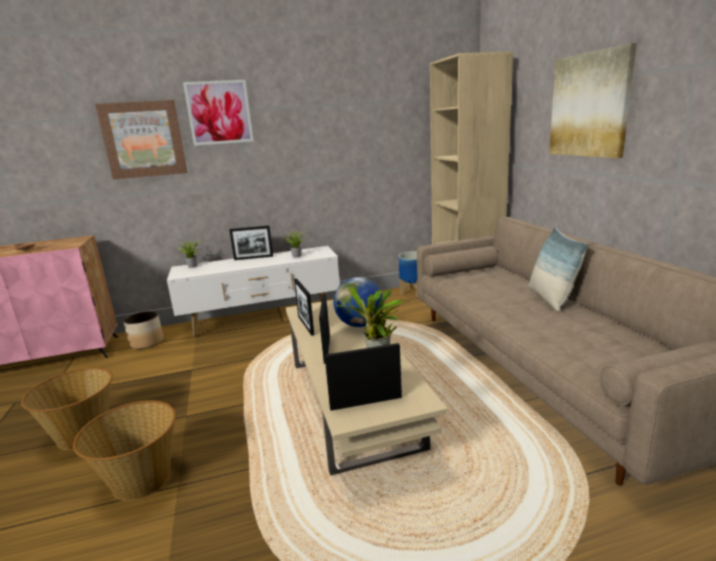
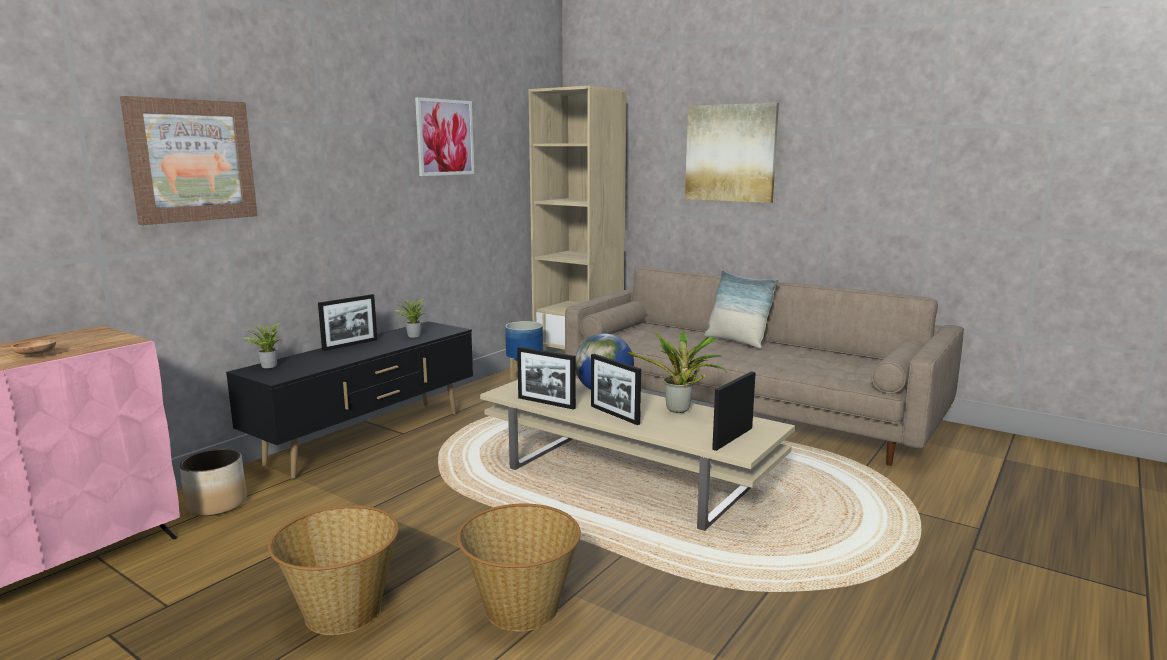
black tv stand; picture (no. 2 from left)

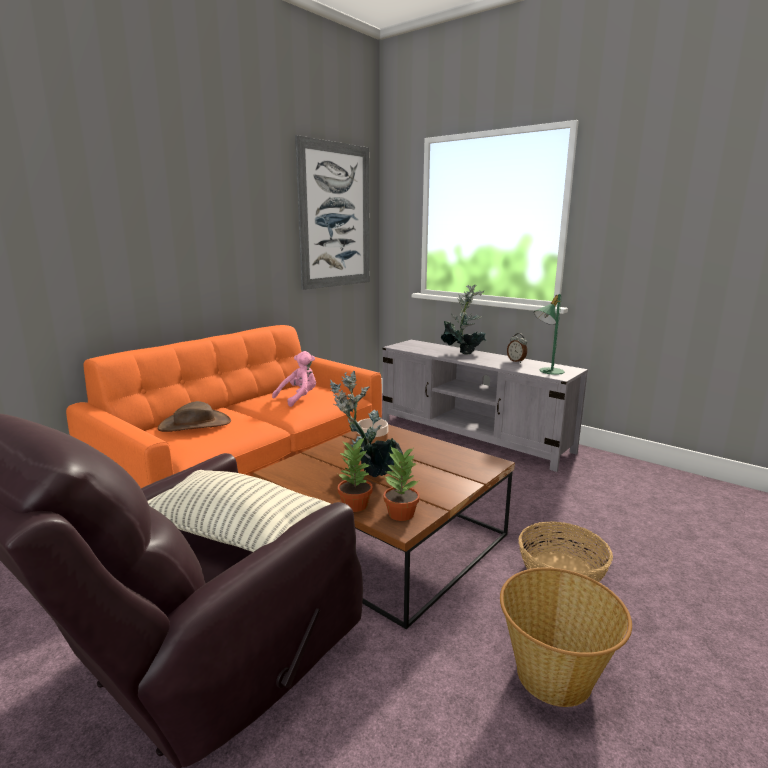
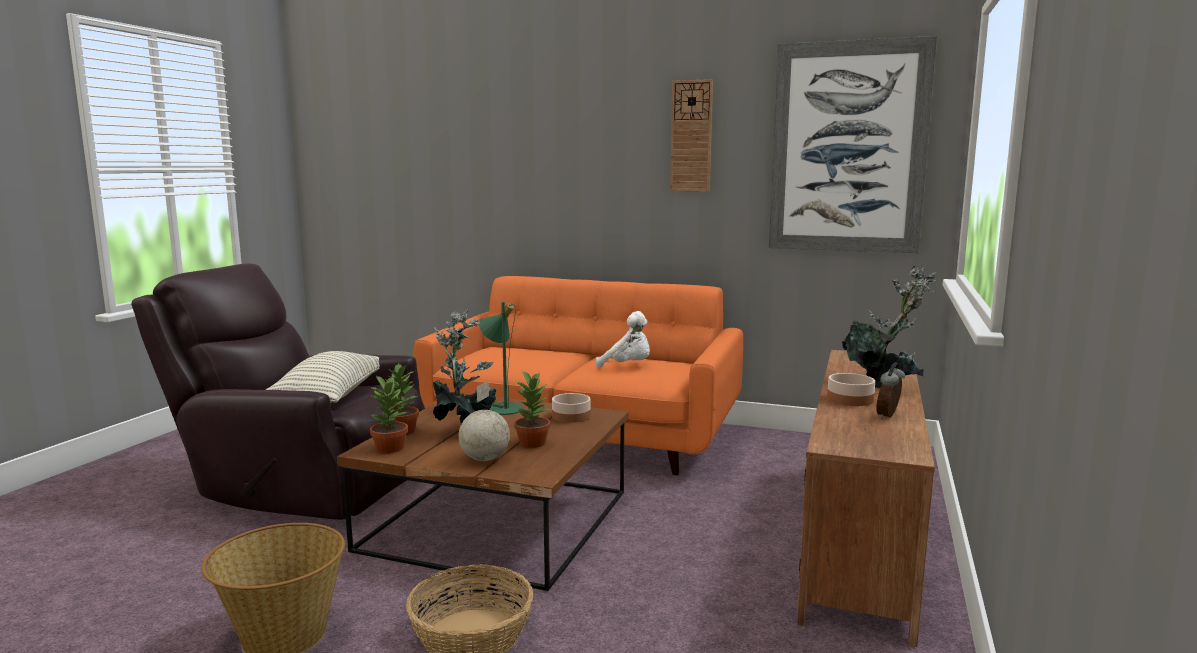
globe; green table lamp; potted plant (no. 4 from left); white plush toy; wall clock; brown tv stand; bowl (no. 2 from left); brown hat

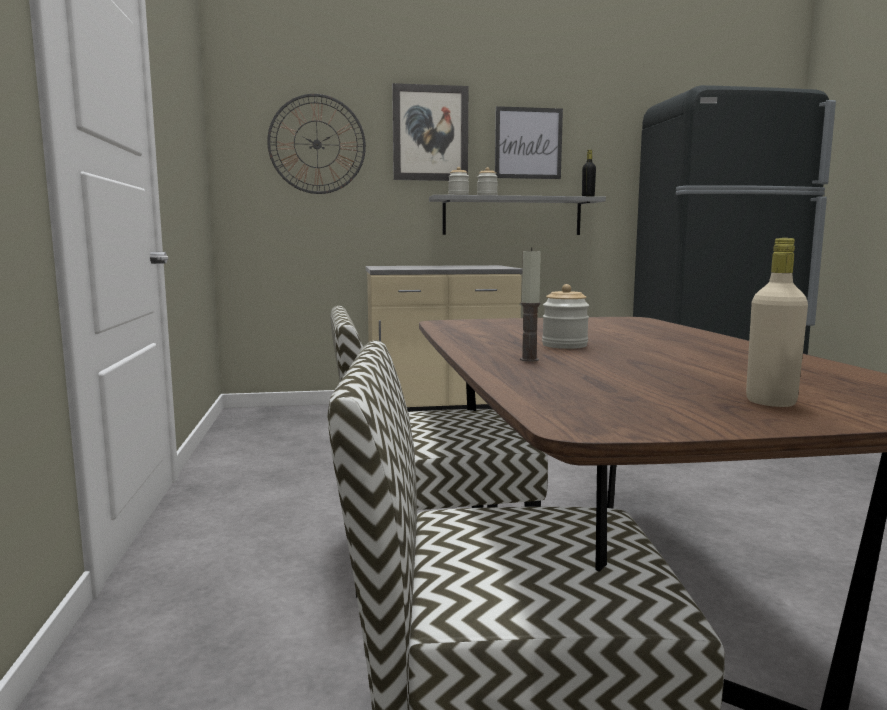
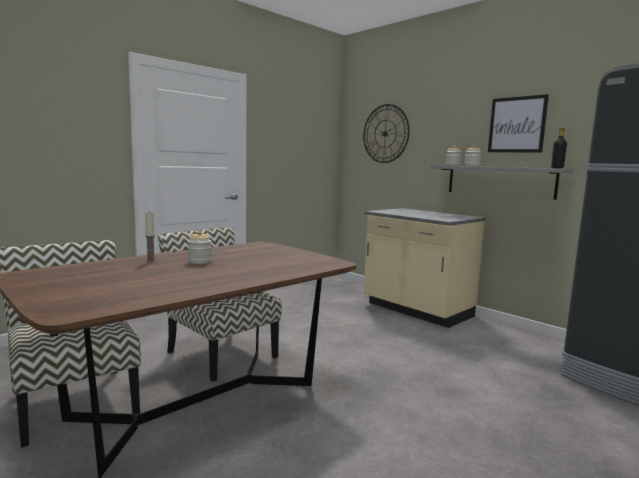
picture (no. 1 from left in the first image); beige bottle

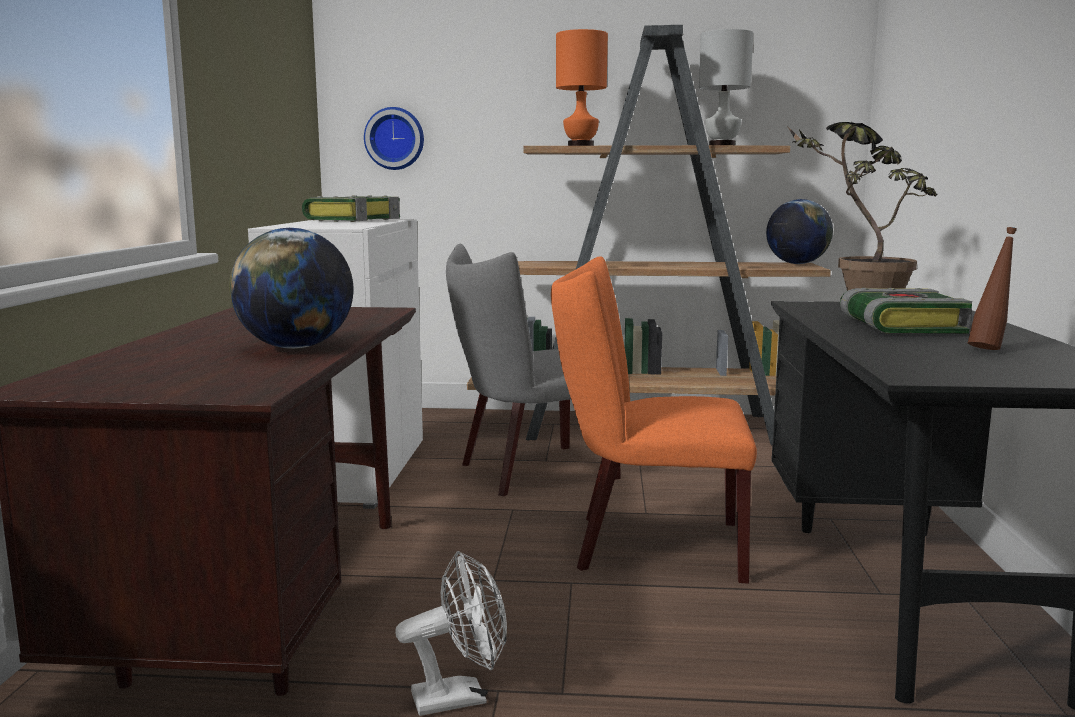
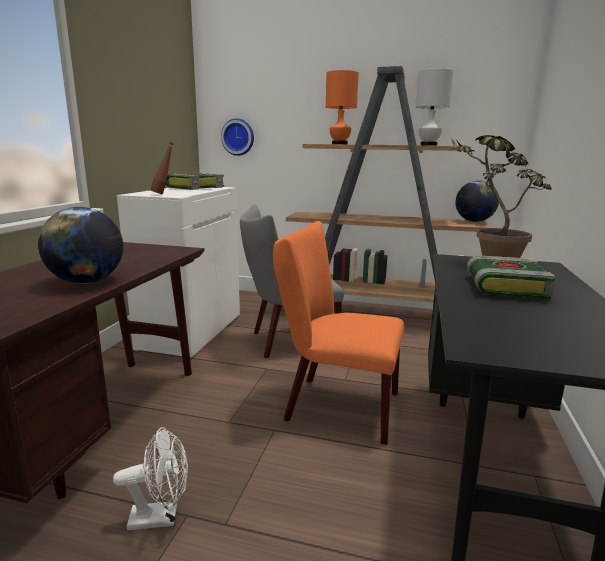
brown bottle

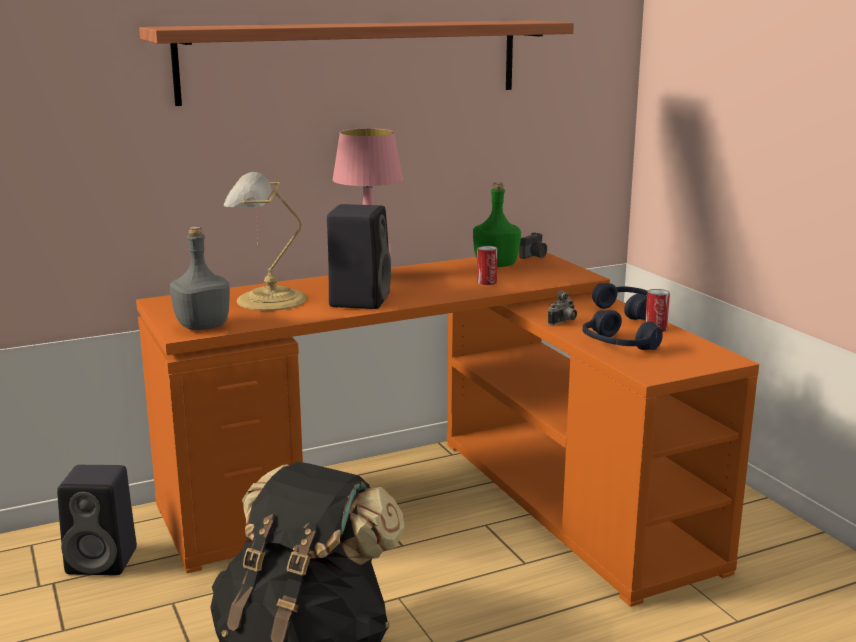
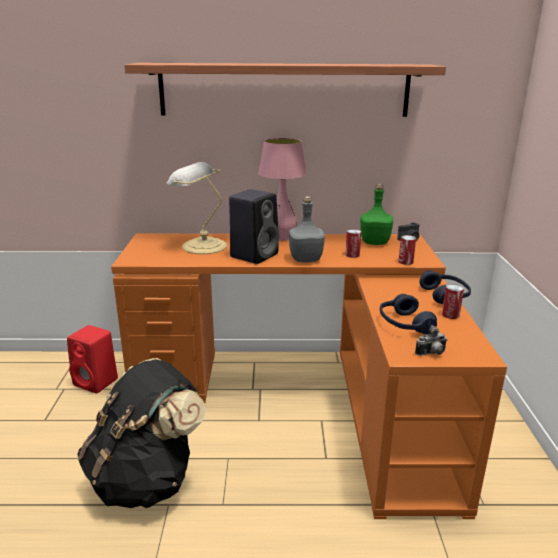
red speaker; grey bottle; can (no. 2 from left); photo camera (no. 2 from left)

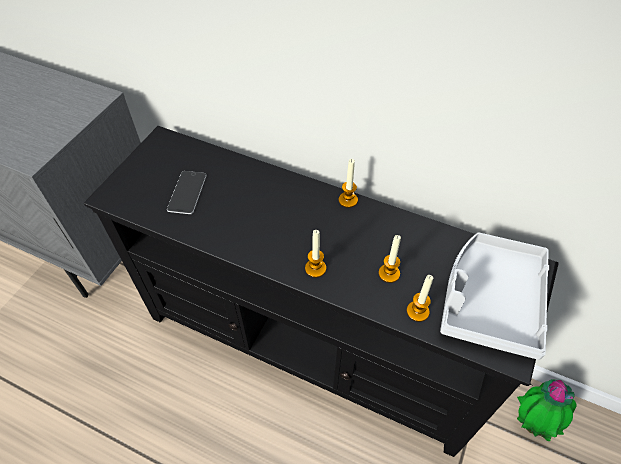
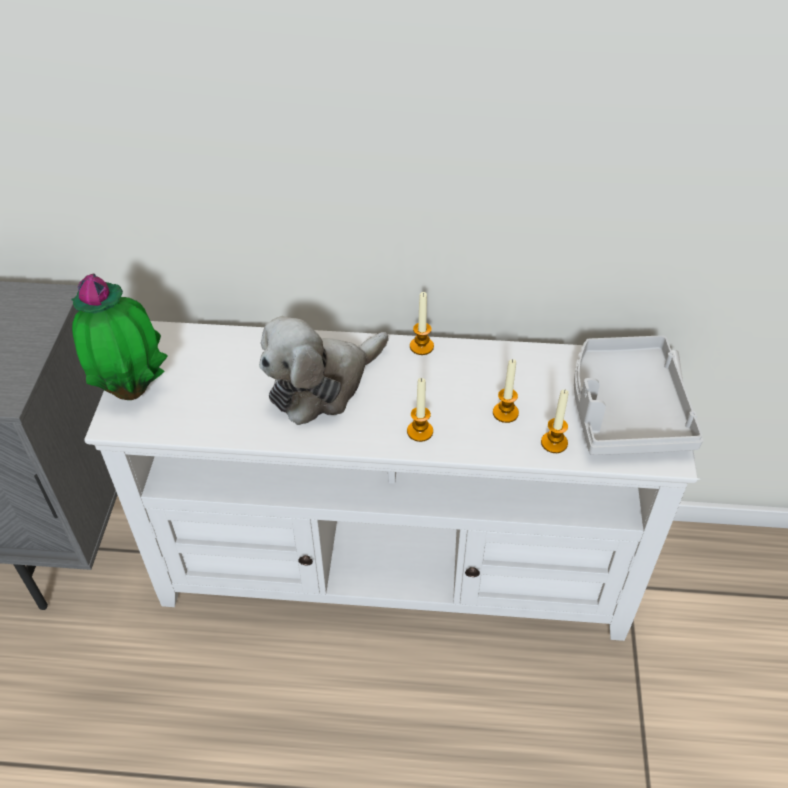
potted plant; white tv stand; plush toy; phone

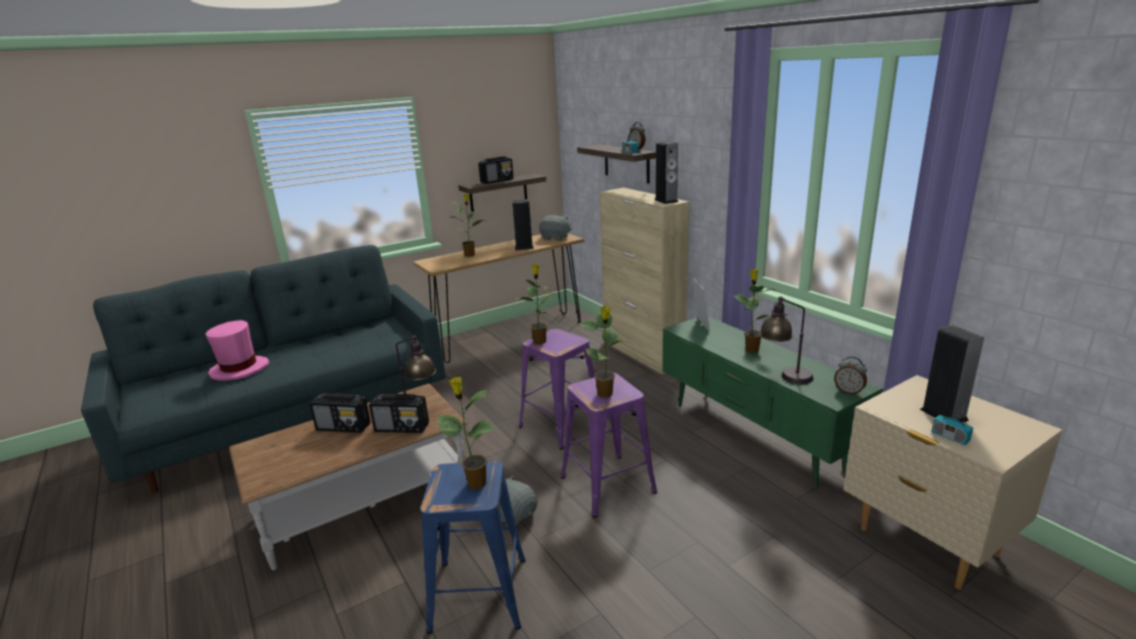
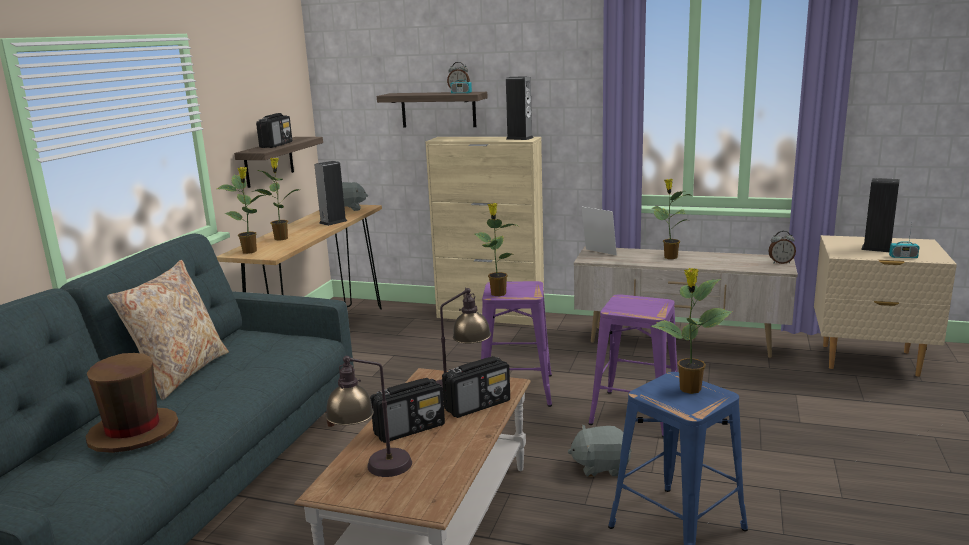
brown hat; beige pillow; potted plant (no. 1 from left); table lamp (no. 1 from left); beige tv stand

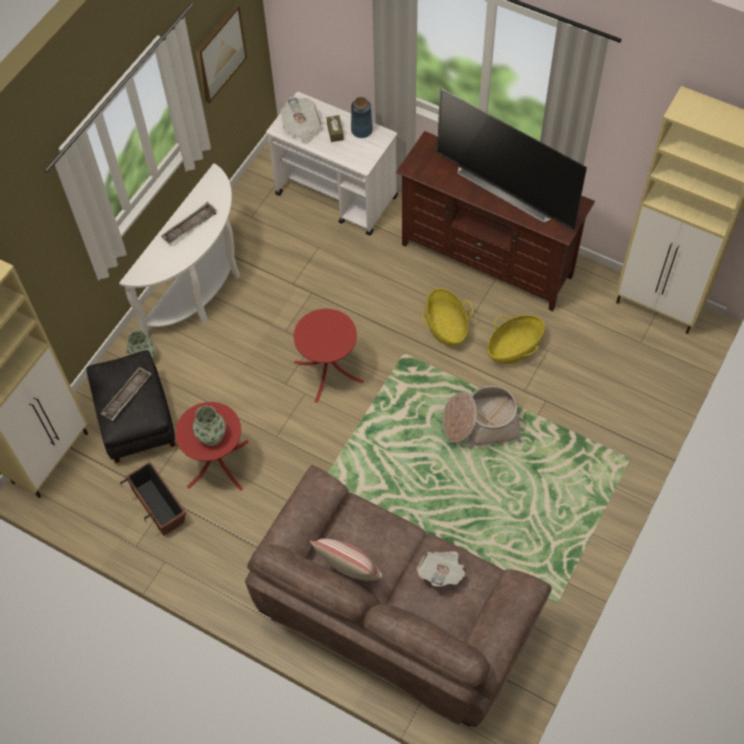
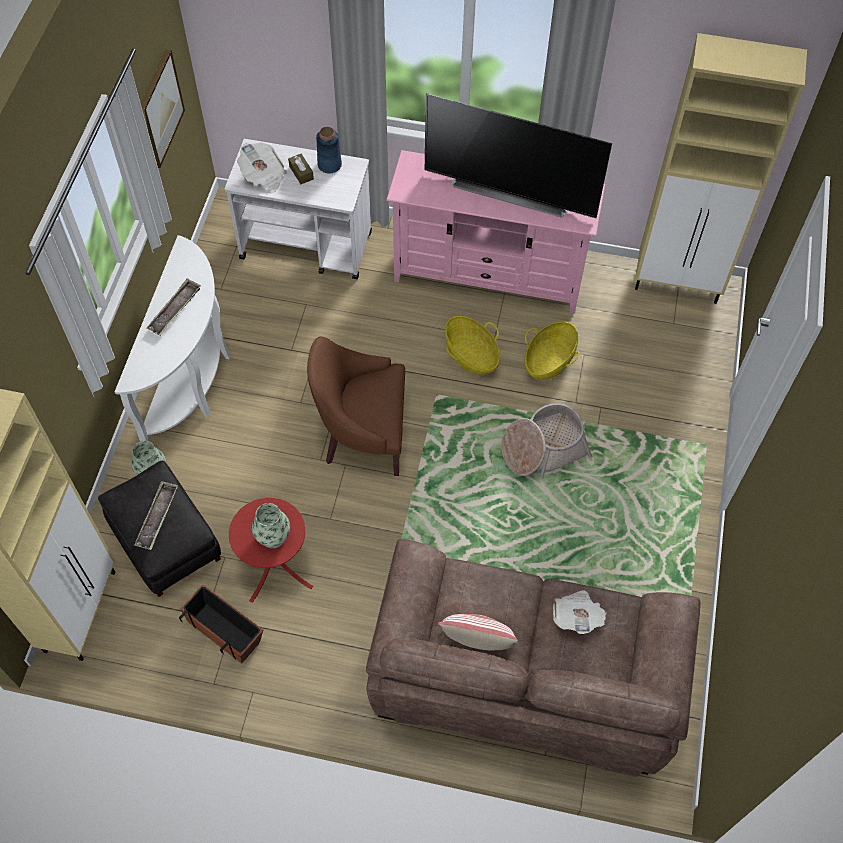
brown armchair; pink tv stand

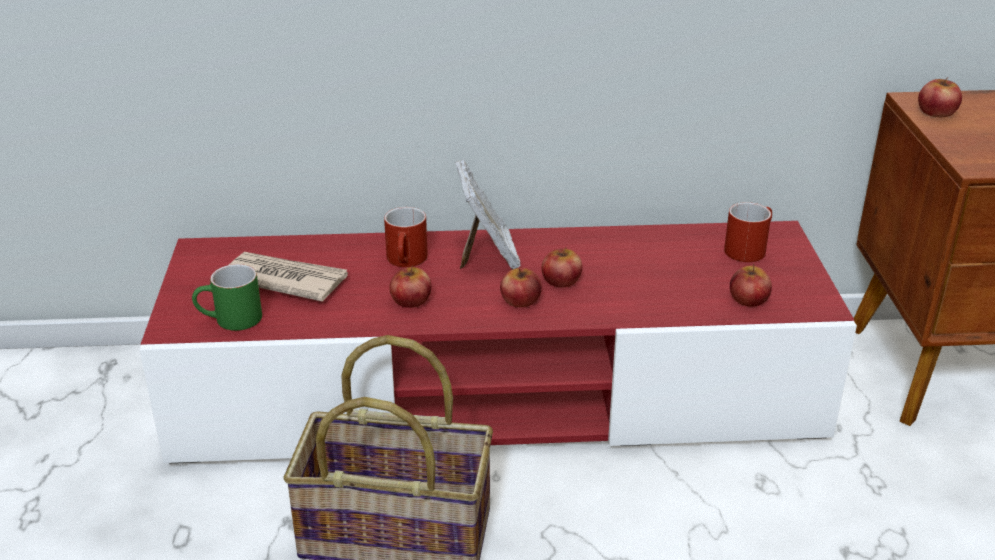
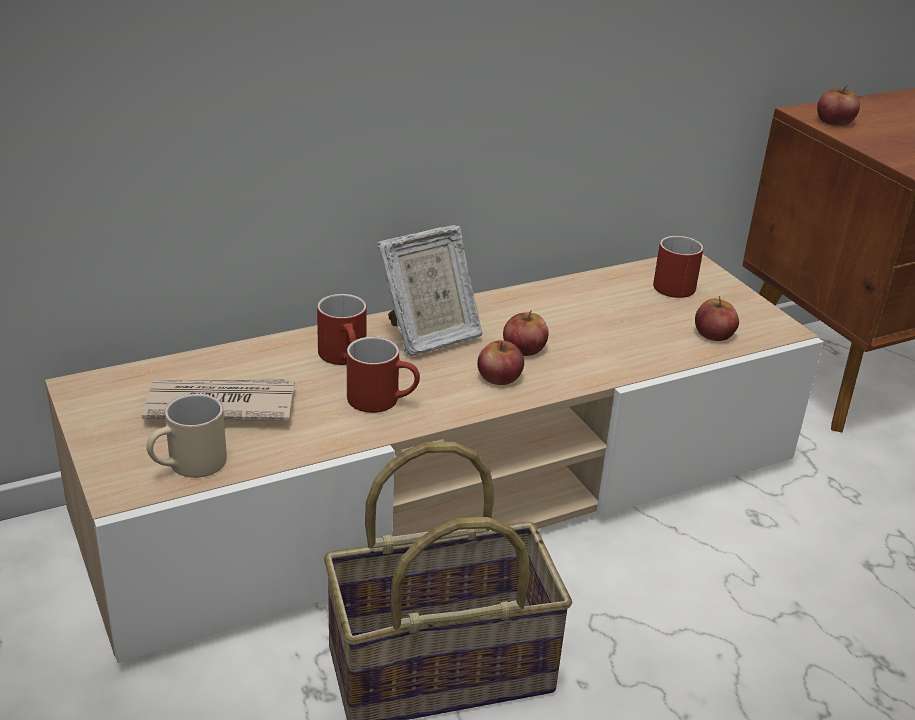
beige tv stand; beige mug; red mug (no. 2 from left); picture frame

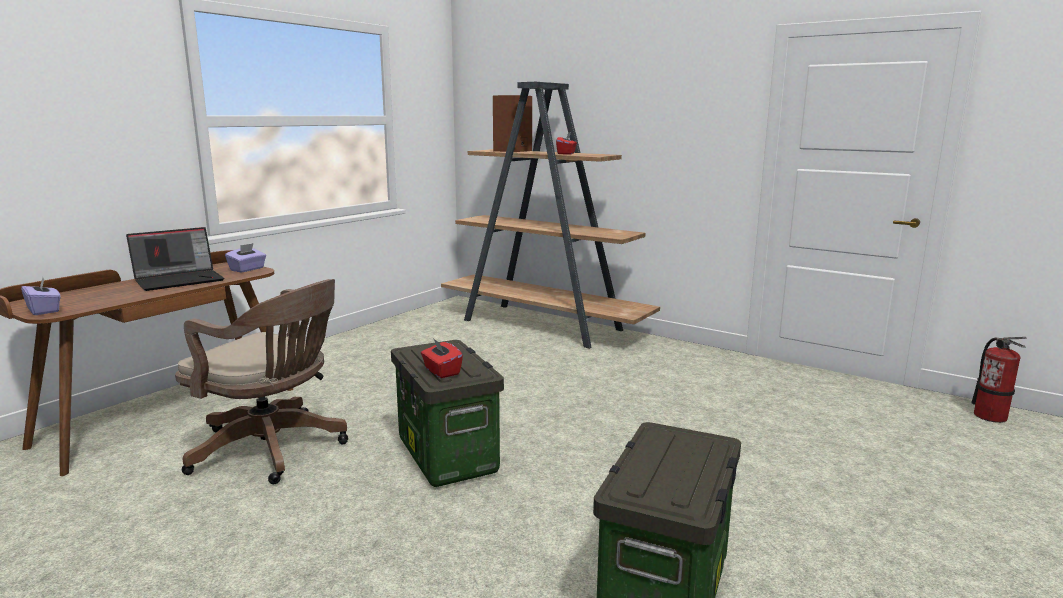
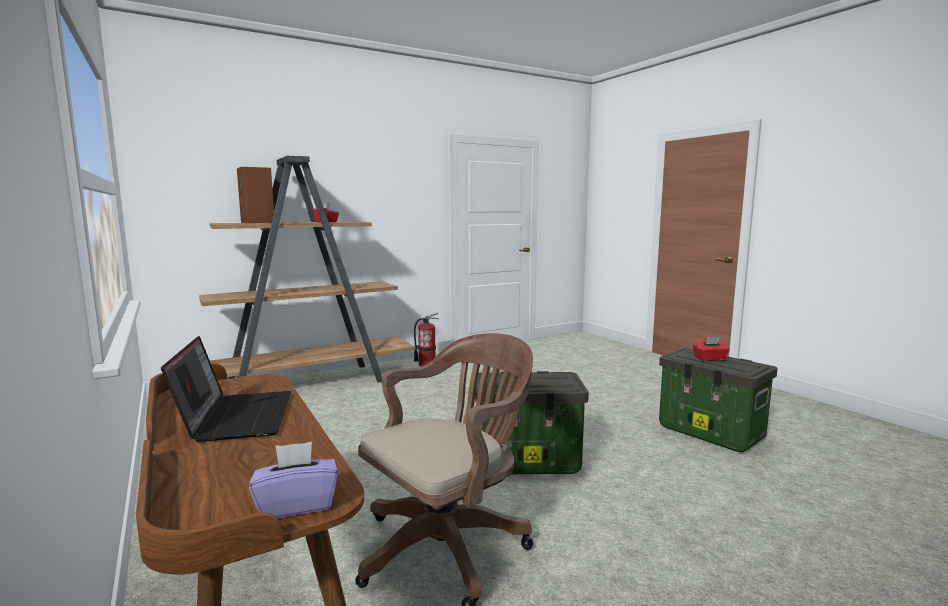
fire extinguisher; red tissue box (no. 2 from left); purple tissue box (no. 2 from left in the first image)

